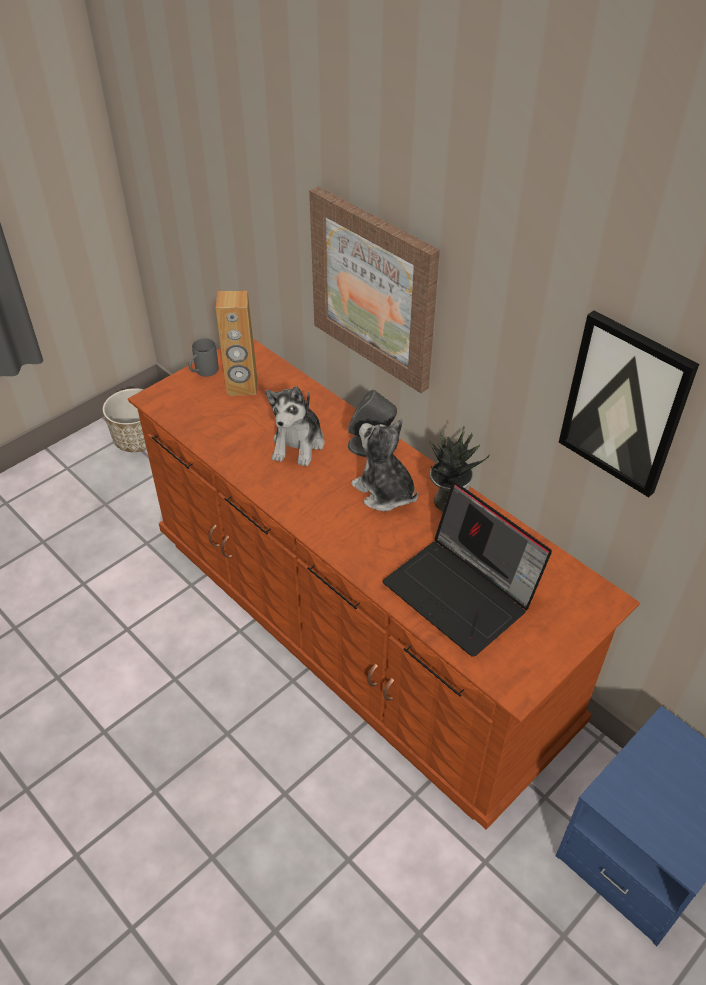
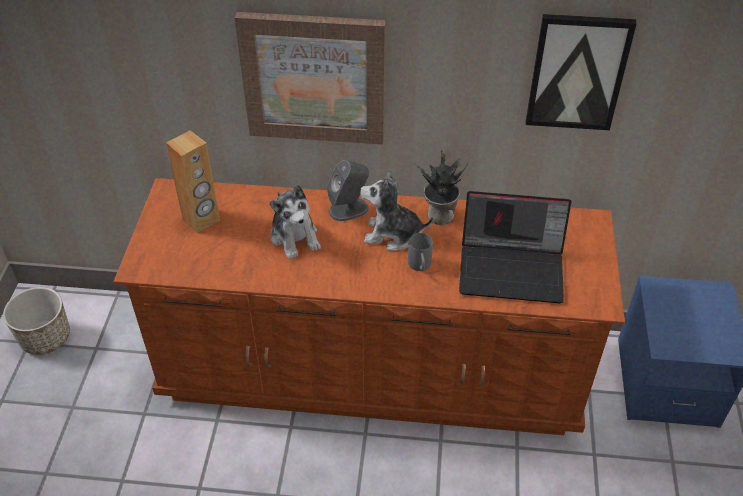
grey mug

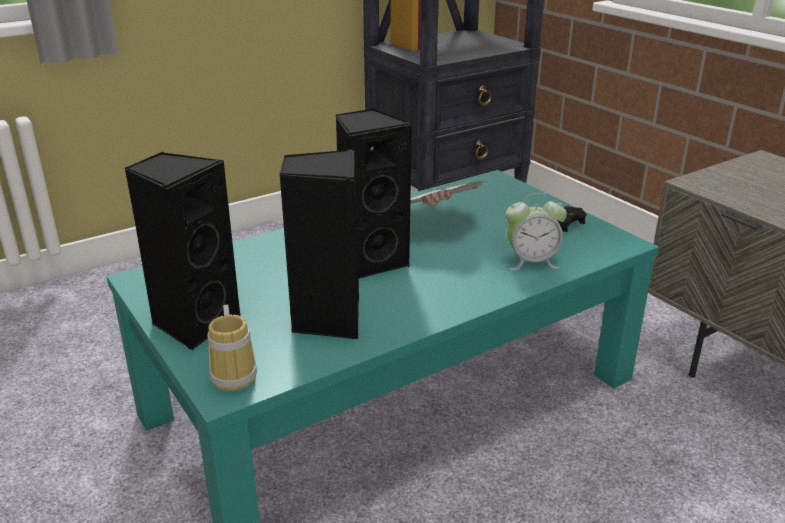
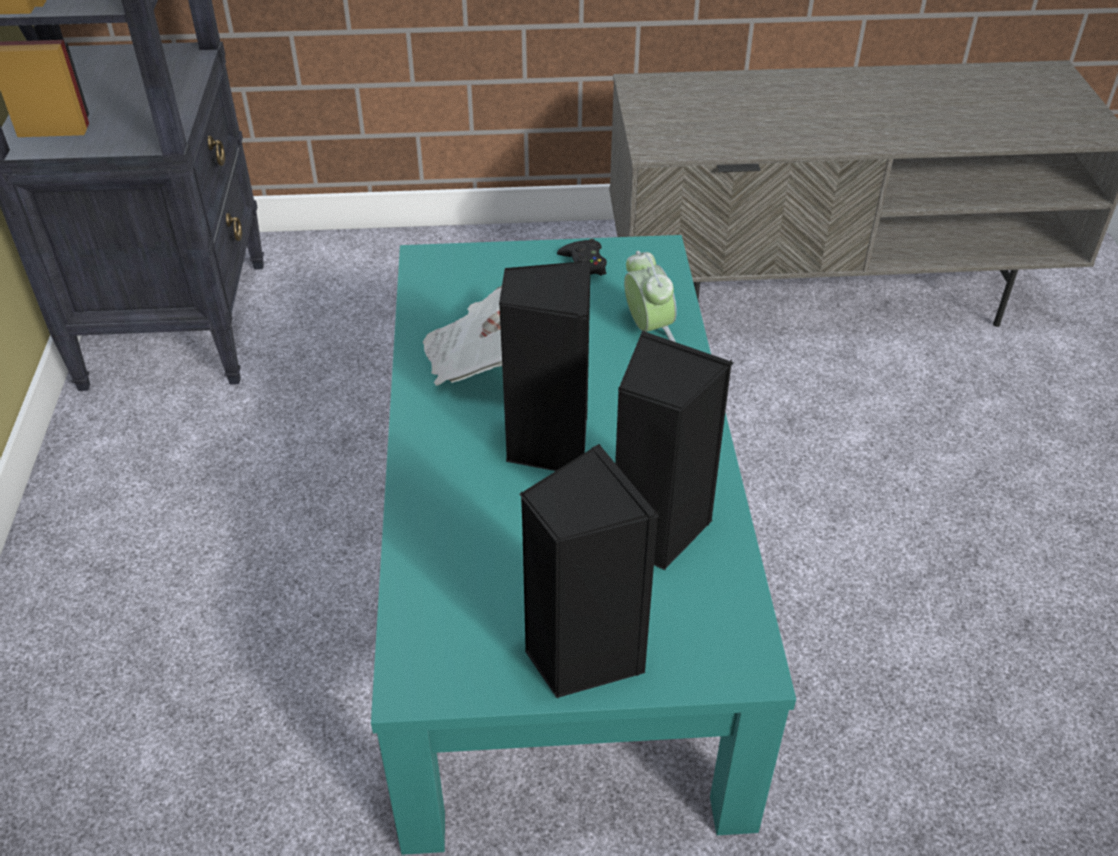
alarm clock; mug

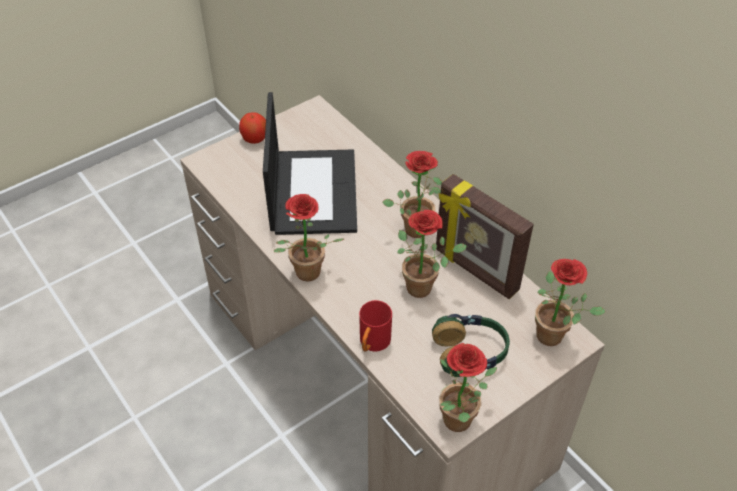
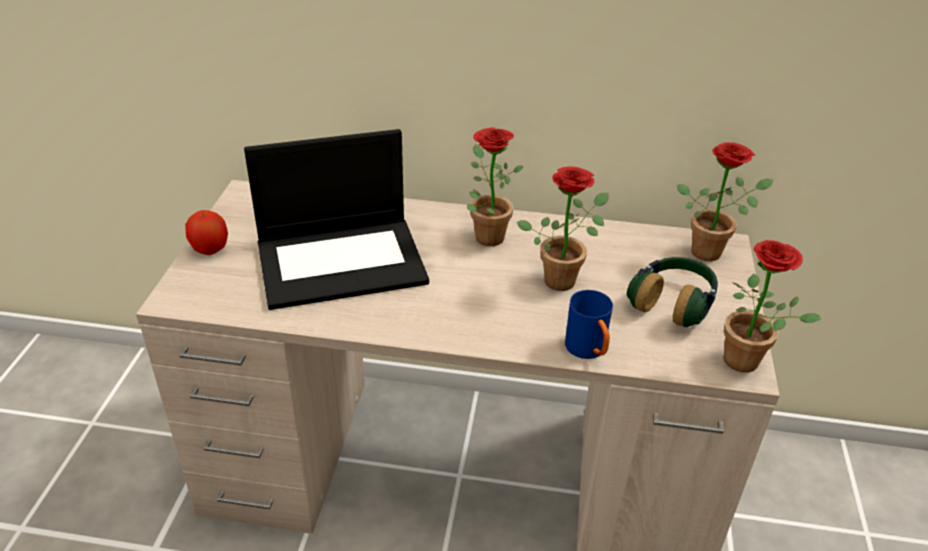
laptop; blue mug; potted plant (no. 1 from left in the first image); picture frame

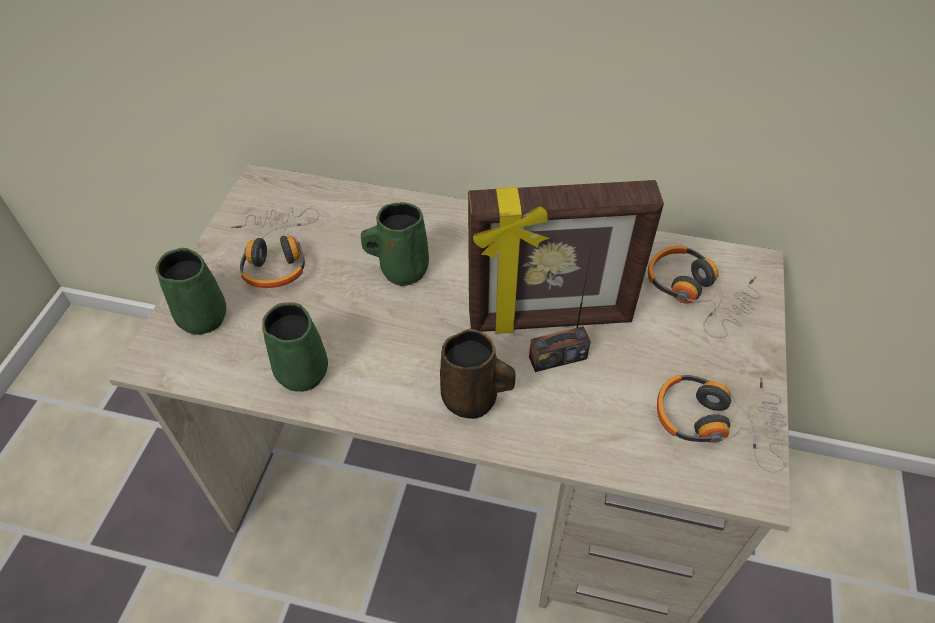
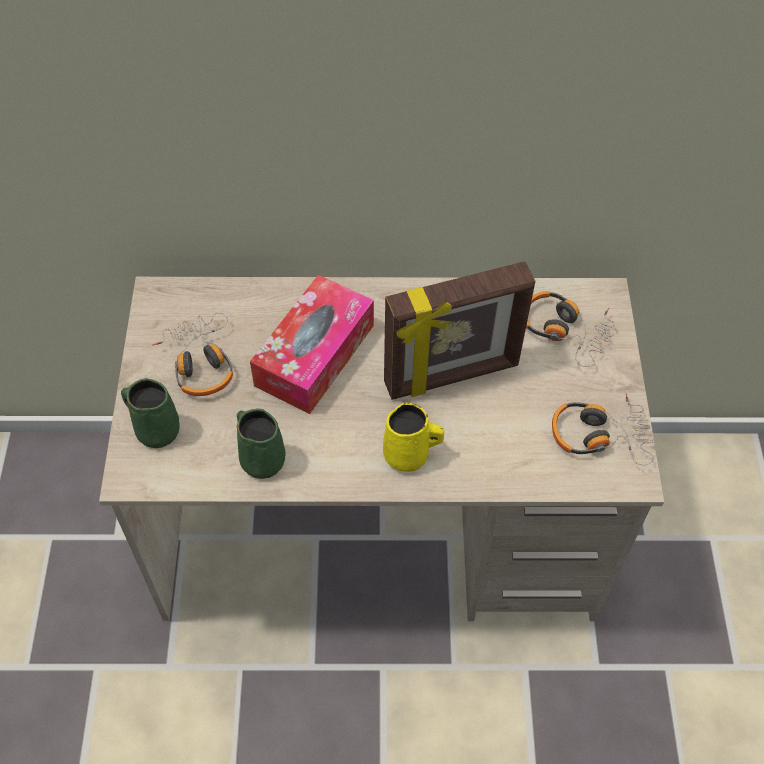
tissue box; yellow mug; radio

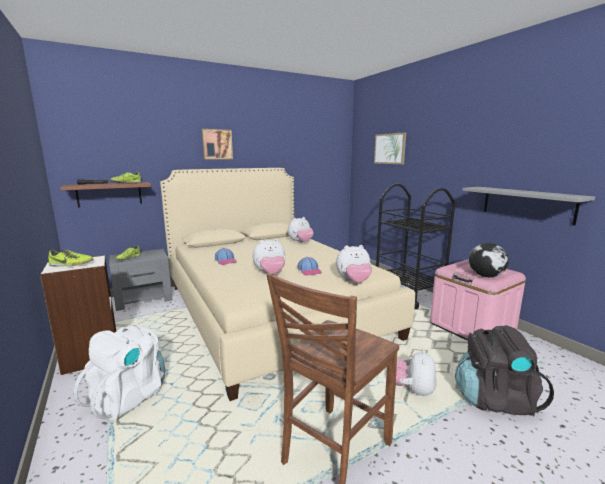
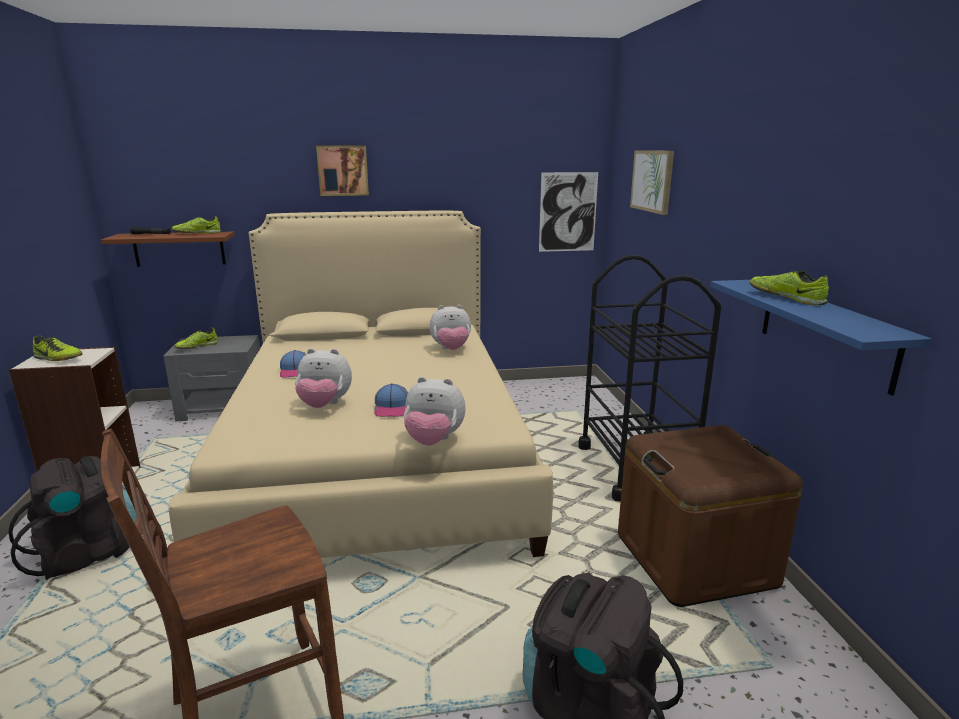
black backpack (no. 1 from left); picture (no. 2 from left); brown storage box; blue shelf; shoe (no. 4 from left); plush toy (no. 4 from left in the first image); globe

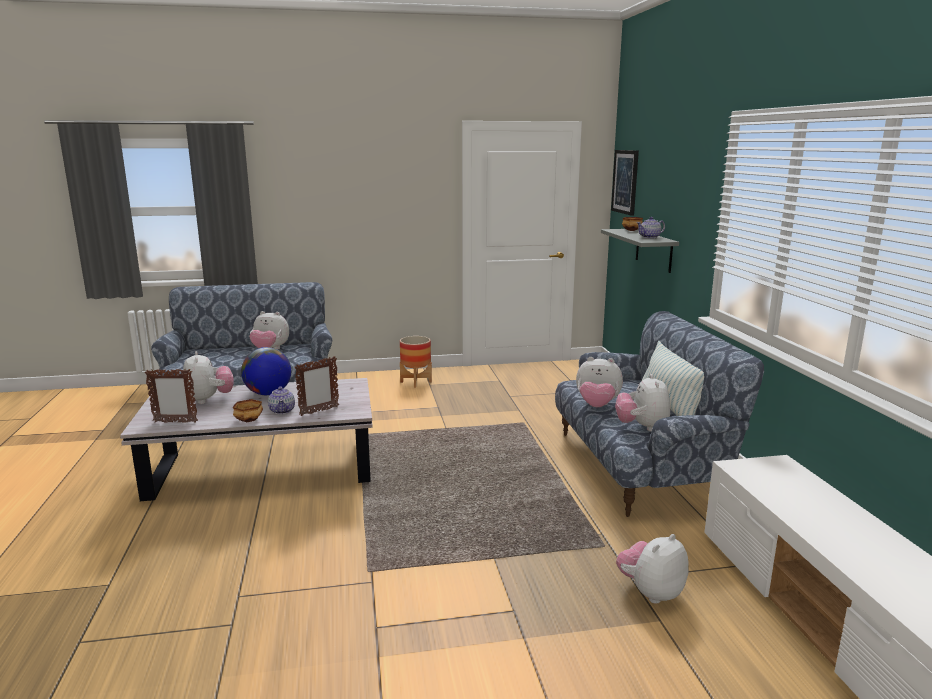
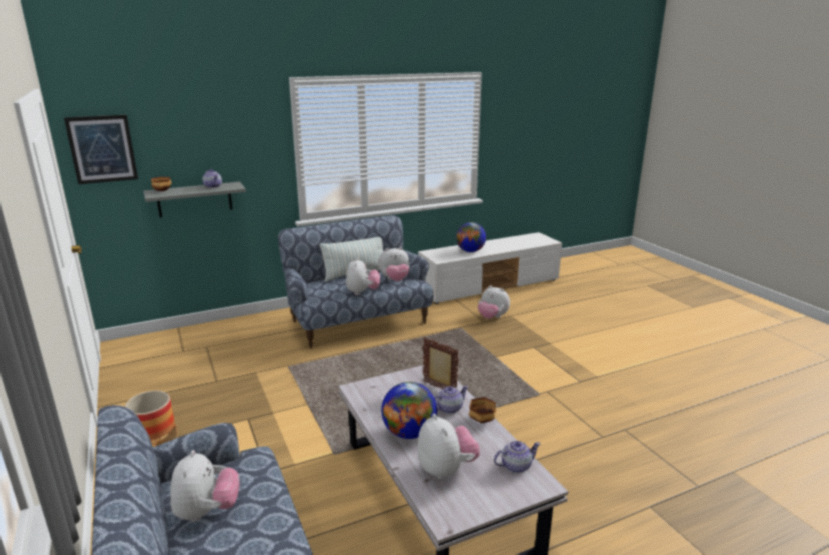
plush toy (no. 4 from left); globe (no. 2 from left); teapot (no. 3 from left)

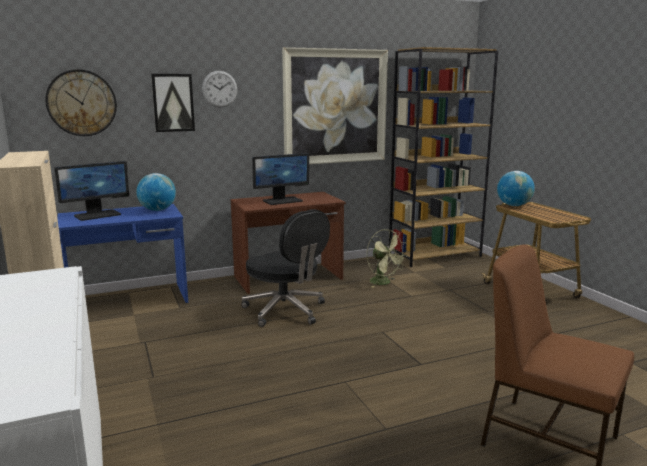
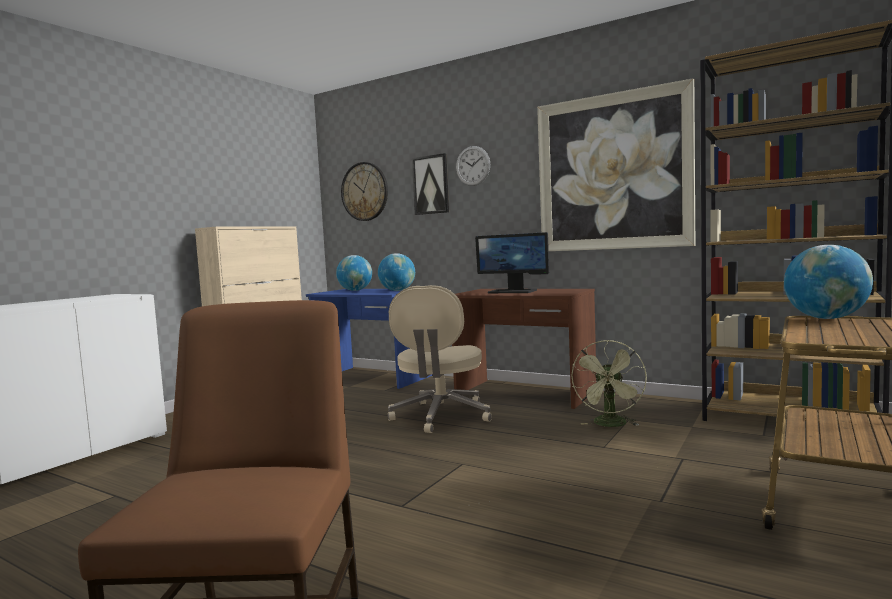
globe (no. 1 from left); beige office chair

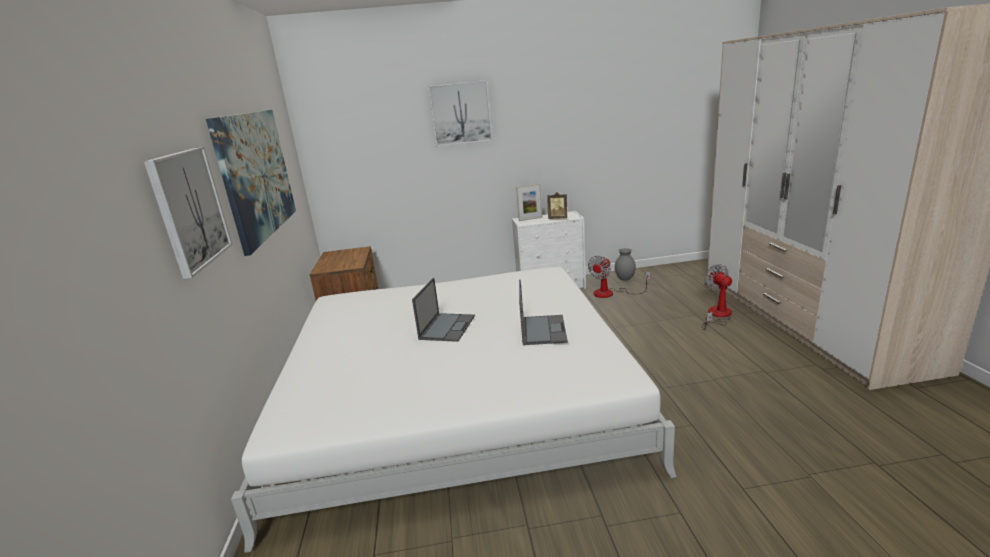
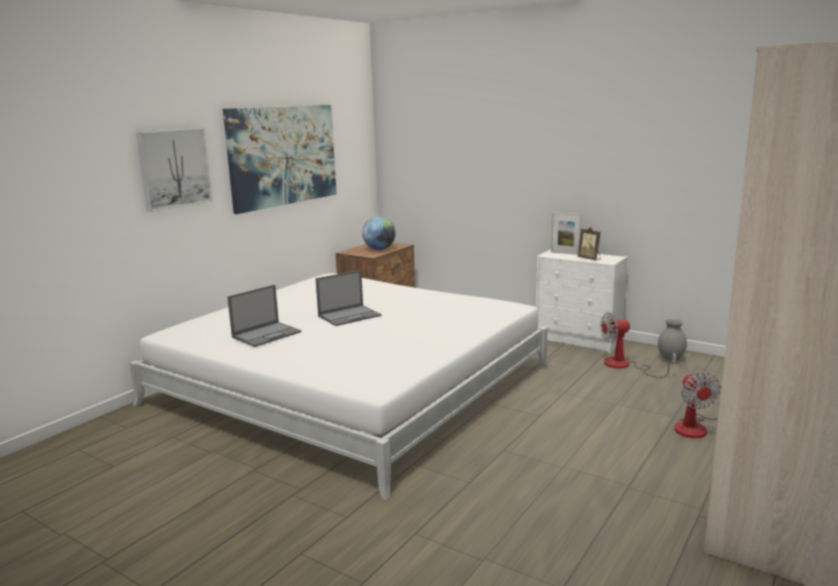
laptop (no. 1 from left); globe; fan (no. 2 from left); picture (no. 3 from left in the first image)

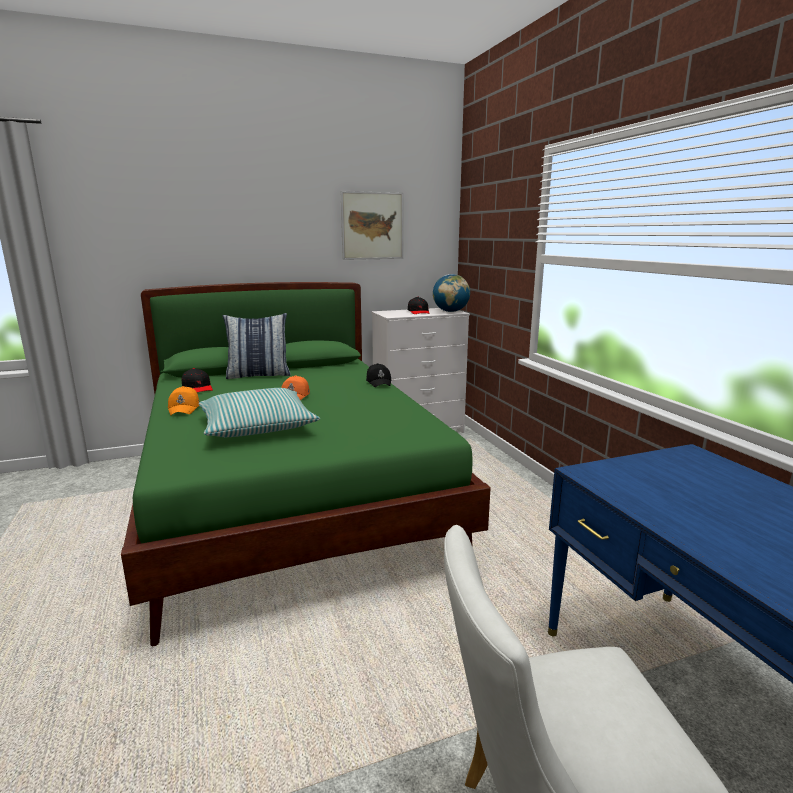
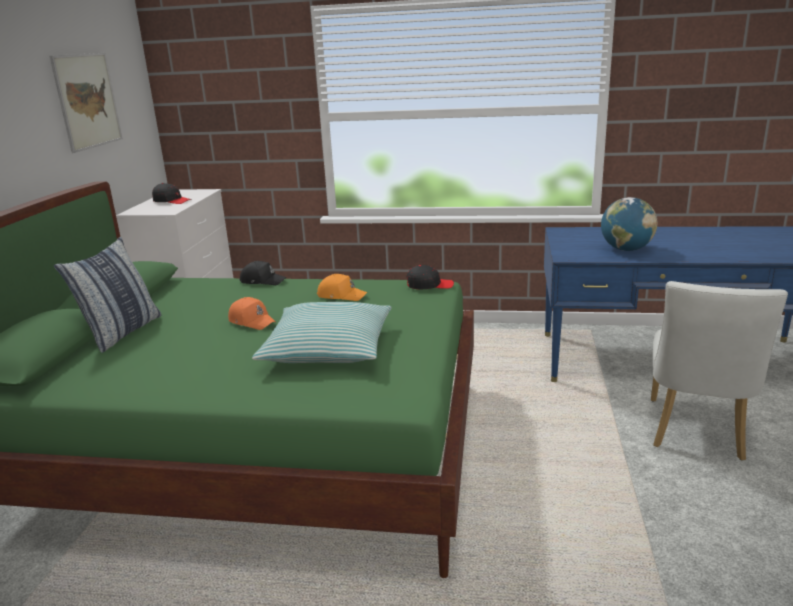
orange cap (no. 2 from left); black cap (no. 3 from left); globe

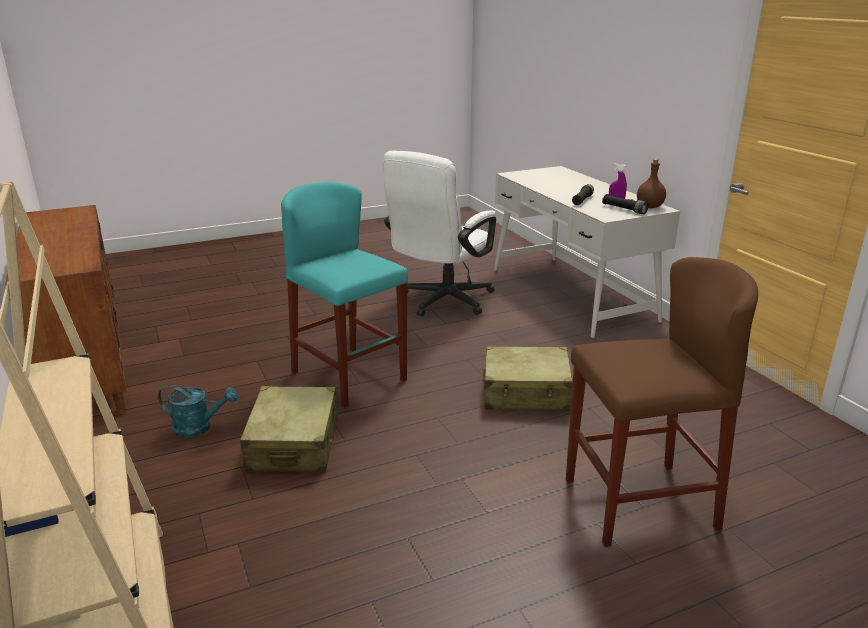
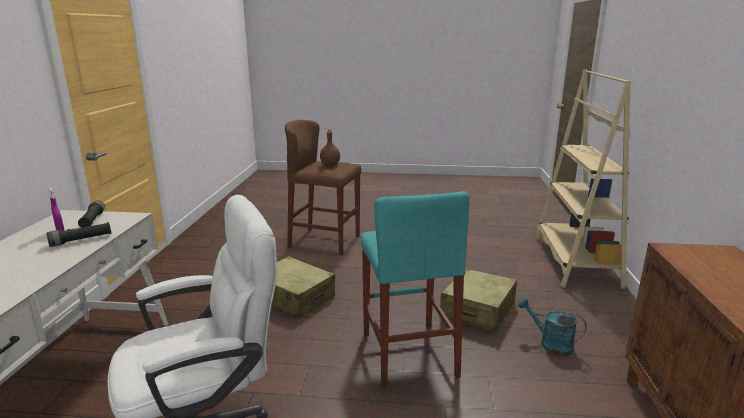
brown bottle

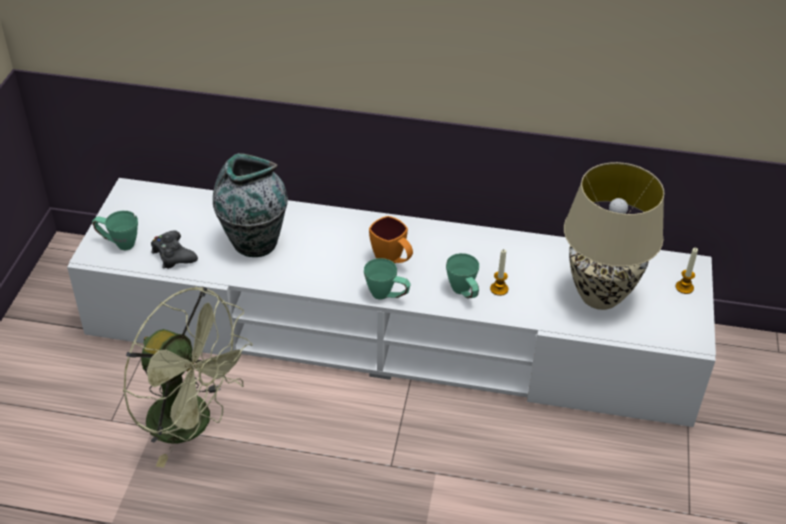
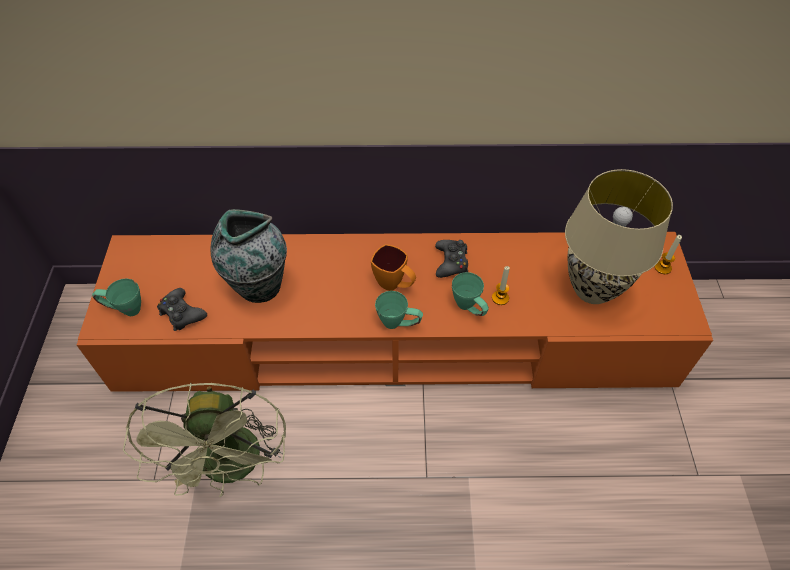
orange tv stand; green fan; black game controller (no. 2 from left)

